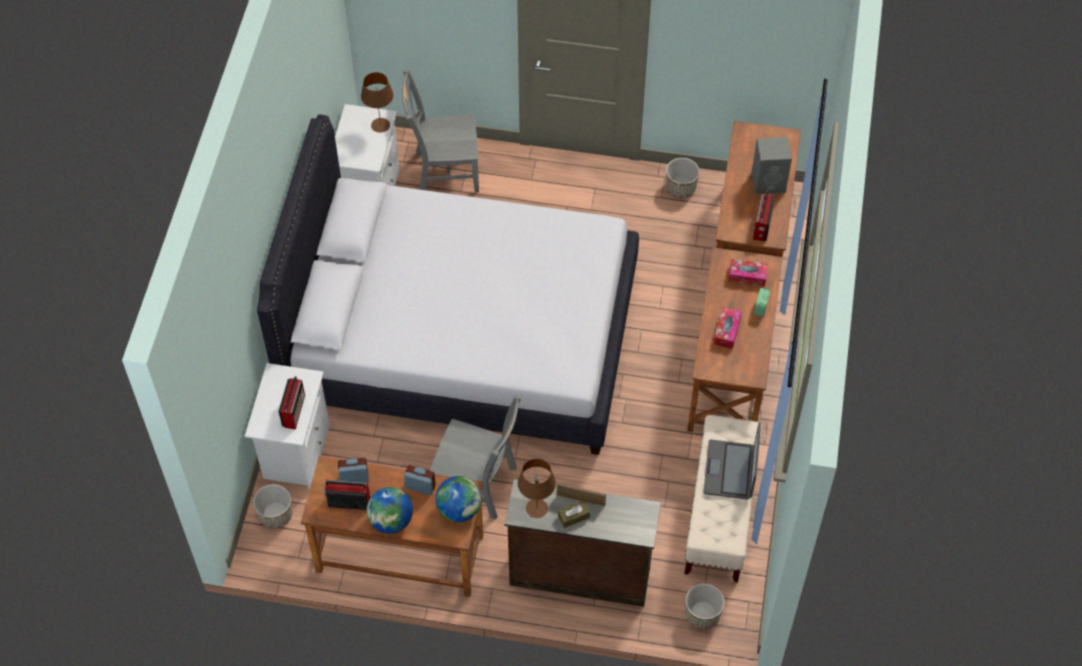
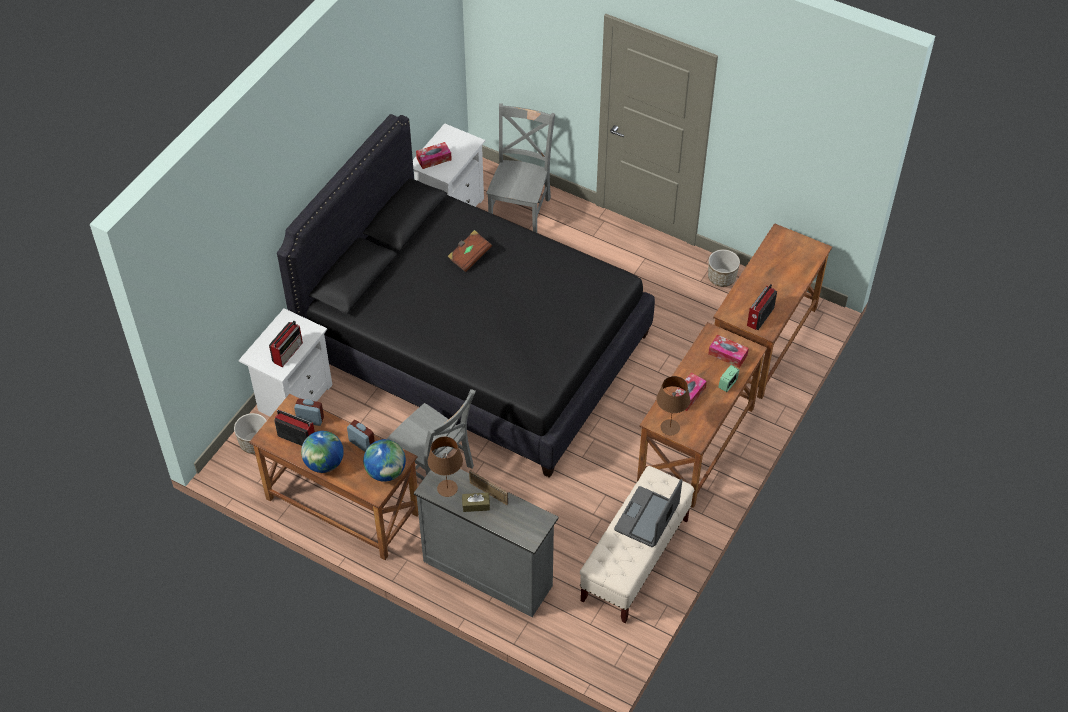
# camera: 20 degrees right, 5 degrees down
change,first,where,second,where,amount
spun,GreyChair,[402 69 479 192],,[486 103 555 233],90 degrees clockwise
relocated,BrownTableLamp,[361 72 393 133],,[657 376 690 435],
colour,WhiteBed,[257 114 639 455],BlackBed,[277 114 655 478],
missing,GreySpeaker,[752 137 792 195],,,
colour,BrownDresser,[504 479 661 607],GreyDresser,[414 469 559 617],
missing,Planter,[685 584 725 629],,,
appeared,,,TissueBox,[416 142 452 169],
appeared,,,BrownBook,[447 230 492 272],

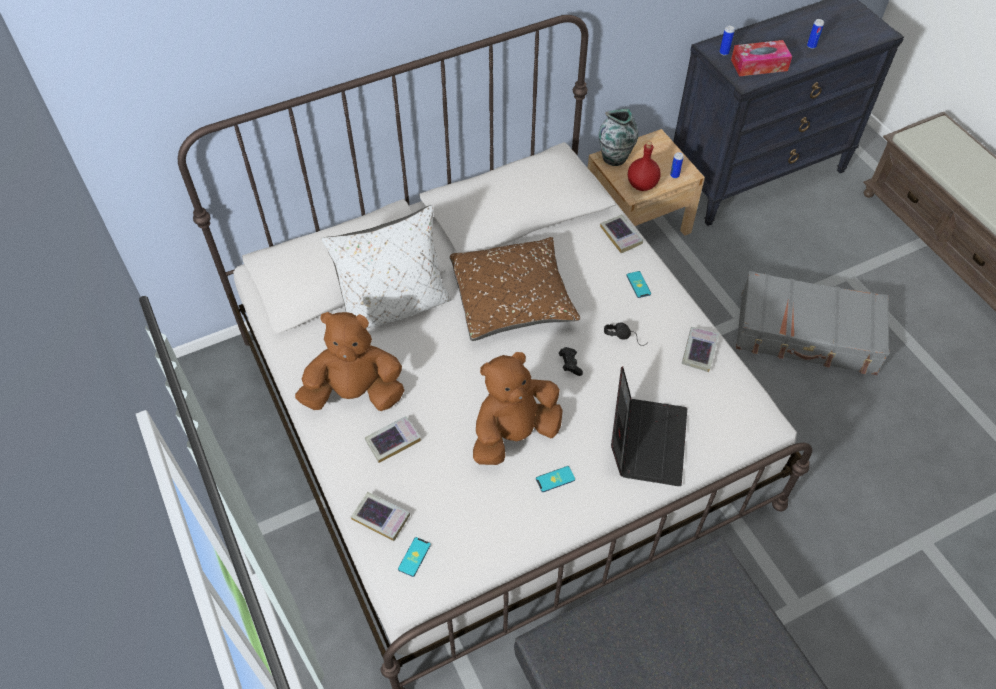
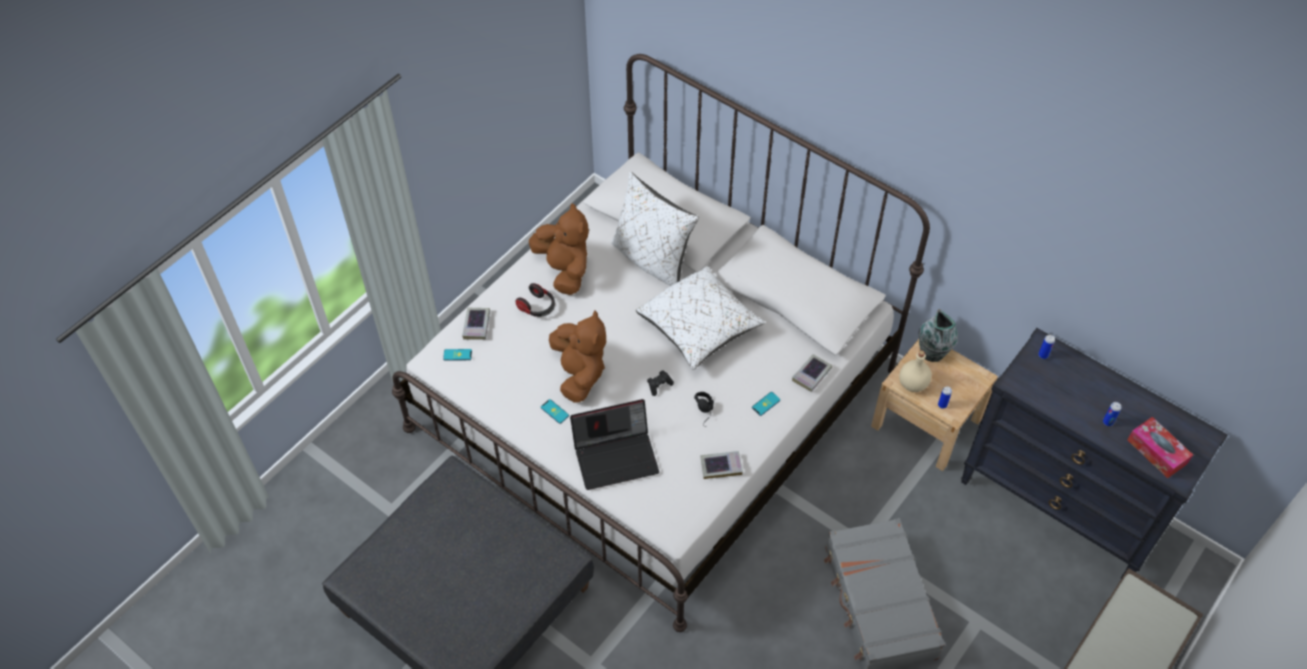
# camera: 65 degrees right, 0 degrees up
change,first,where,second,where,amount
relocated,TissueBox,[731 40 792 77],,[1127 417 1193 478],
colour,RedBottle,[628 141 661 191],BeigeBottle,[899 351 932 392],
colour,BrownPillow,[450 237 580 341],WhitePillow,[636 266 765 370],
spun,BrownPlushToy,[473 352 563 465],,[549 310 606 403],45 degrees clockwise
exchanged,Book,[365 416 421 463],Headphones,[516 283 555 317],

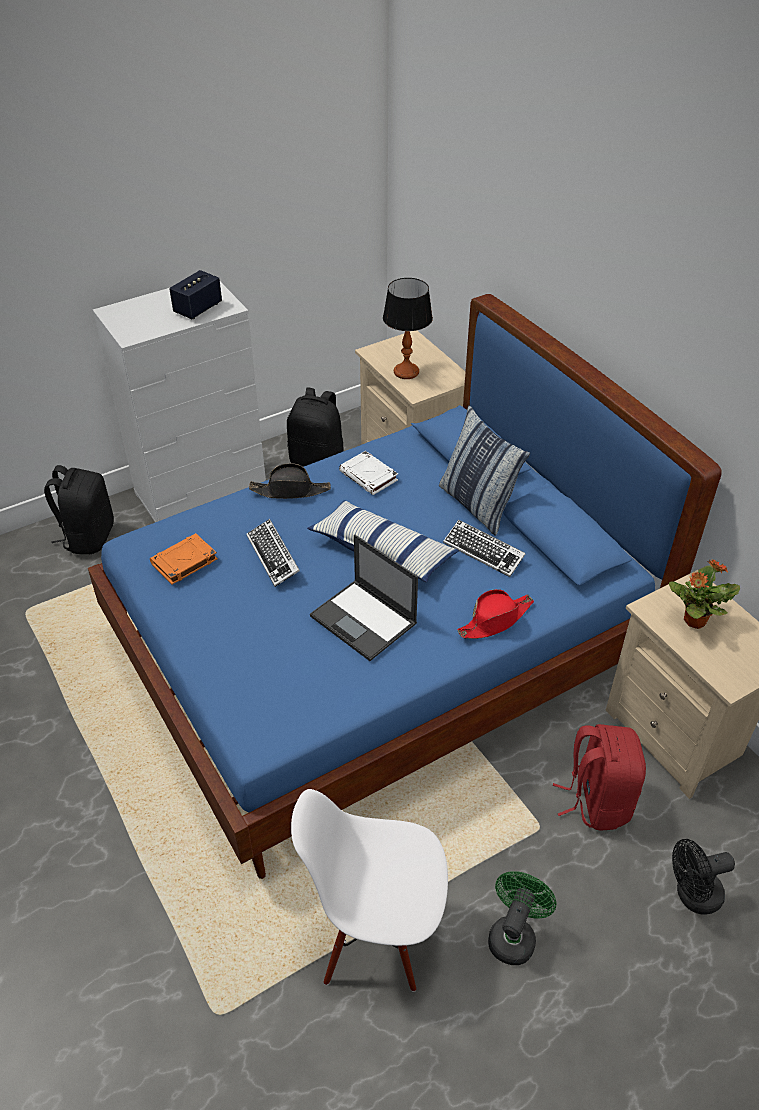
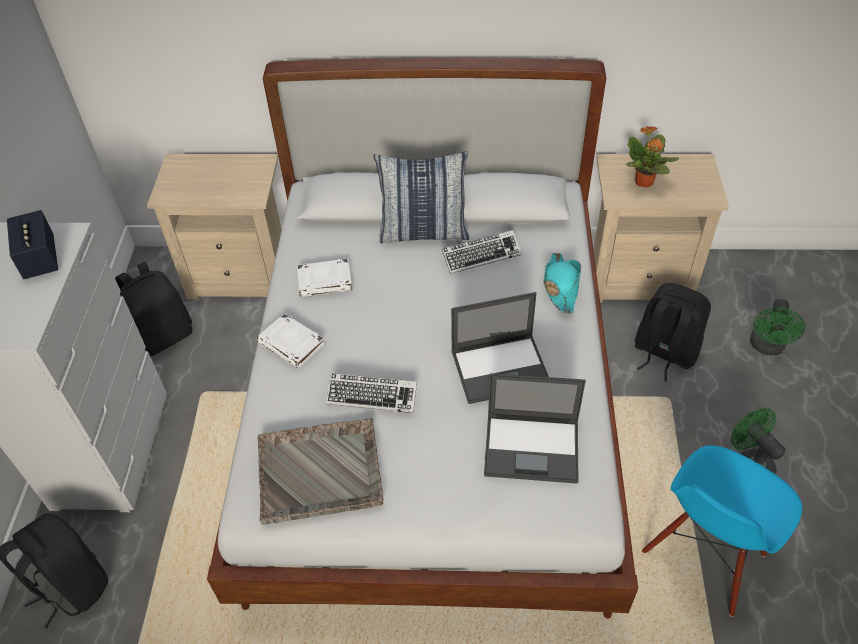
# camera: 55 degrees left, 5 degrees up
change,first,where,second,where,amount
missing,TableLamp,[383 278 433 379],,,
colour,BlueBed,[88 294 721 879],WhiteBed,[207 57 638 619],
exchanged,BlackHat,[249 463 331 499],WhiteBook,[257 313 325 368],
missing,Pillow,[307 500 459 582],,,
exchanged,OrangeBook,[150 533 218 585],GreyTray,[258 418 383 525],
colour,RedHat,[457 589 534 639],TurquoiseHat,[543 253 581 314],
colour,RedBackpack,[553 724 646 830],BlackBackpack,[634 283 711 382],
colour,WhiteChair,[291 789 448 992],BlueChair,[642 445 802 617],
colour,BlackFan,[672 839 735 915],GreenFan,[750 299 805 355],
appeared,,,Laptop,[484 373 586 484],

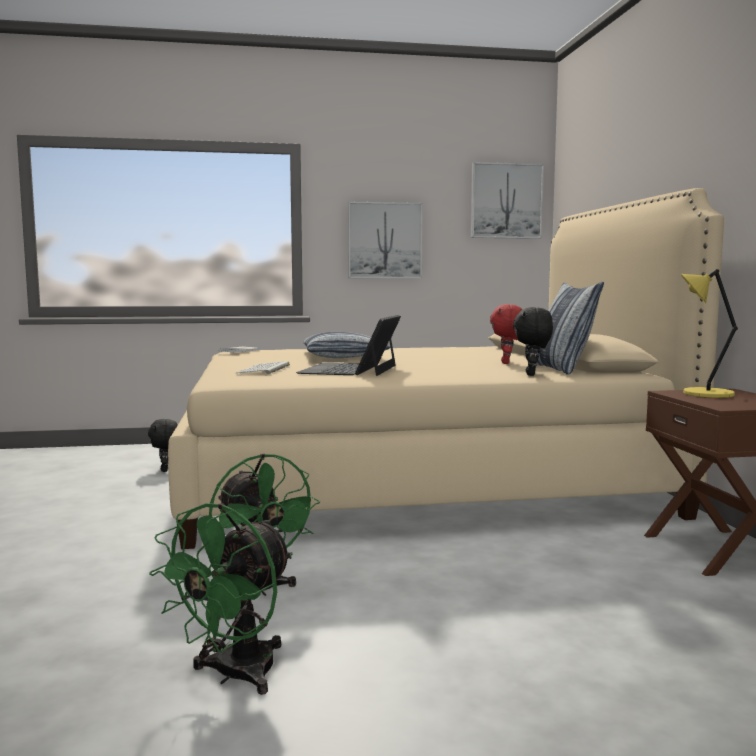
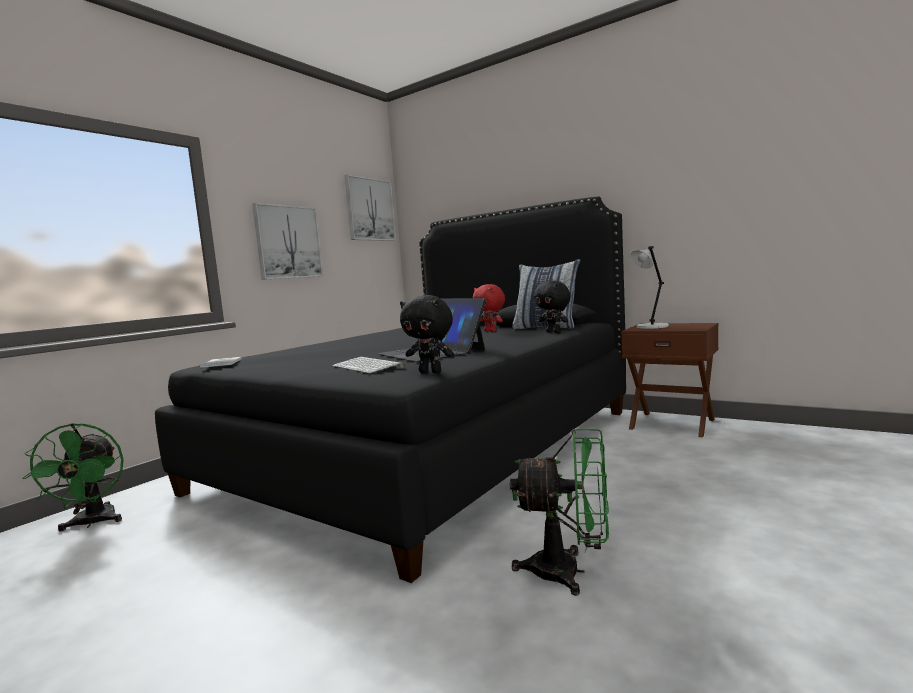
# camera: 45 degrees left, 0 degrees up
change,first,where,second,where,amount
colour,BeigeBed,[168 188 724 549],BlackBed,[155 197 626 583],
colour,YellowTableLamp,[681 269 738 398],GreyTableLamp,[630 246 669 329],
missing,Pillow,[303 332 390 358],,,
relocated,BlackPlushToy,[148 419 178 472],,[400 295 454 373],
relocated,GreenFan,[149 503 293 695],,[22 423 124 531],

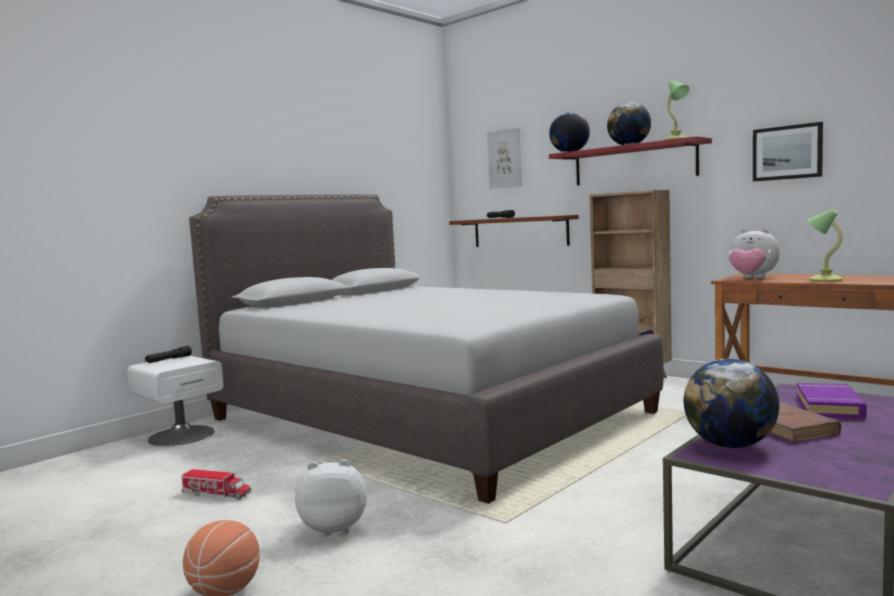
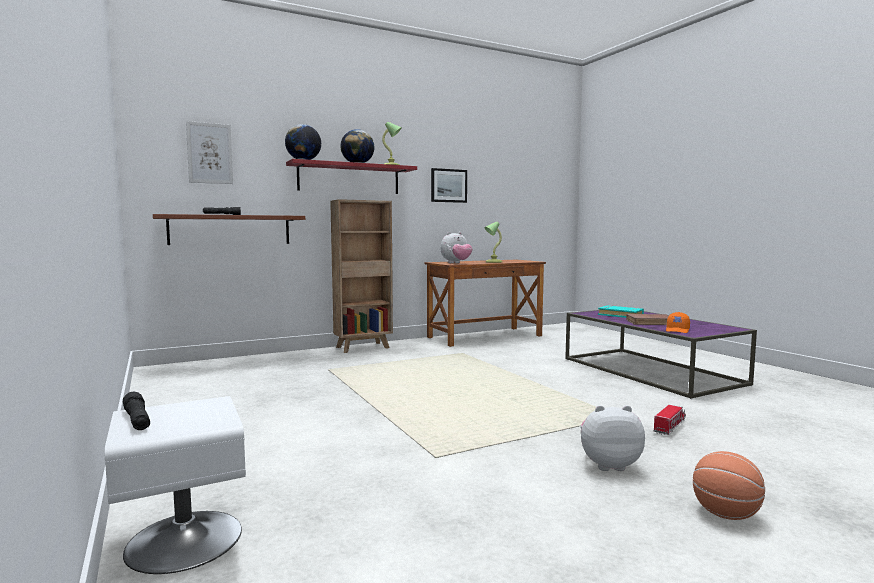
# camera: 70 degrees left, 0 degrees up
change,first,where,second,where,amount
missing,GreyBed,[189 194 663 504],,,
exchanged,Globe,[684 359 779 448],OrangeCap,[666 312 690 333],
colour,PurpleBook,[797 383 867 419],TurquoiseBook,[598 305 644 318],
spun,PlushToy,[295 459 367 537],,[580 405 645 471],75 degrees clockwise
relocated,ToyTruck,[182 469 251 500],,[654 405 686 435],

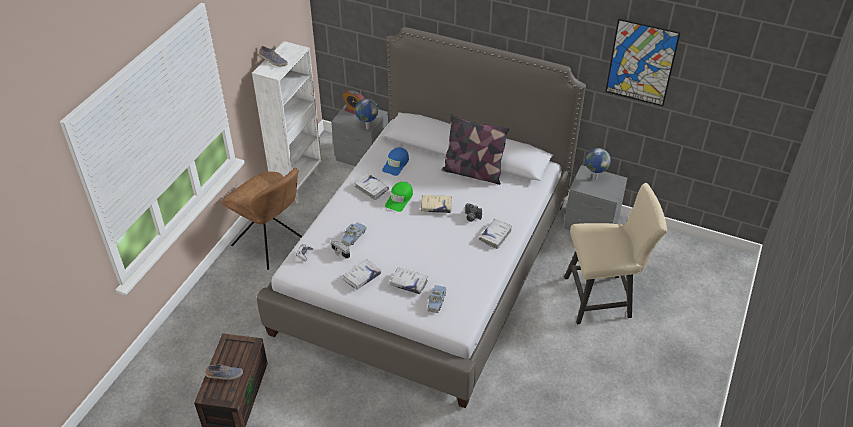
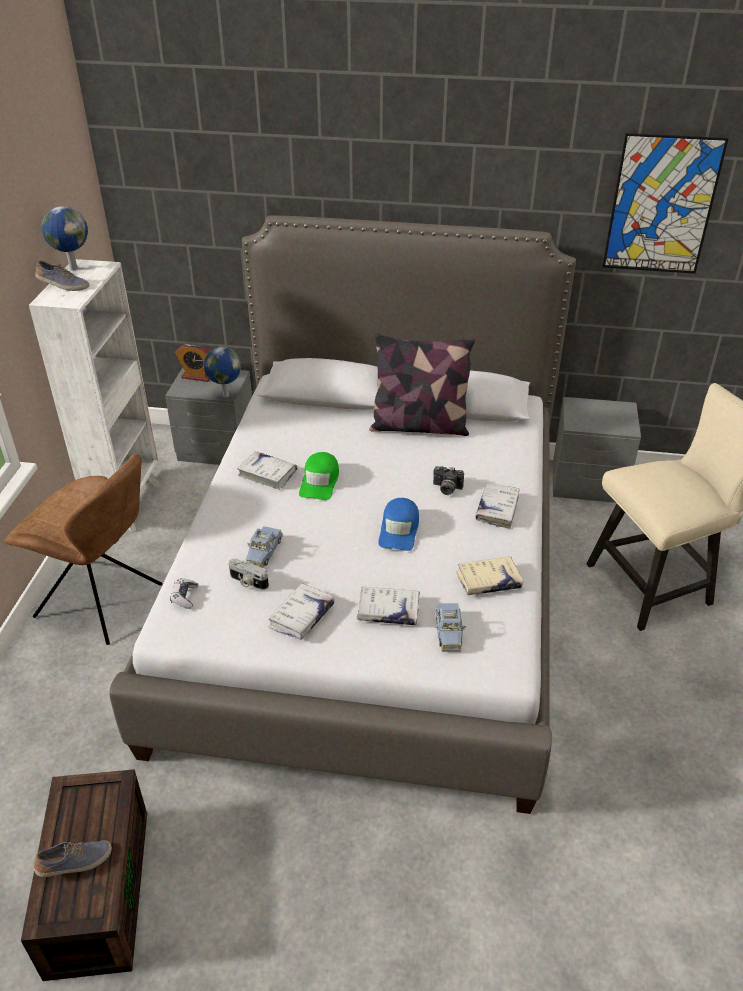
# camera: 15 degrees left, 5 degrees down
change,first,where,second,where,amount
relocated,BlueCap,[382 148 409 176],,[378 498 419 551],
relocated,Globe,[585 148 611 180],,[41 206 88 271],
relocated,BeigeBook,[421 195 452 213],,[456 557 523 595],

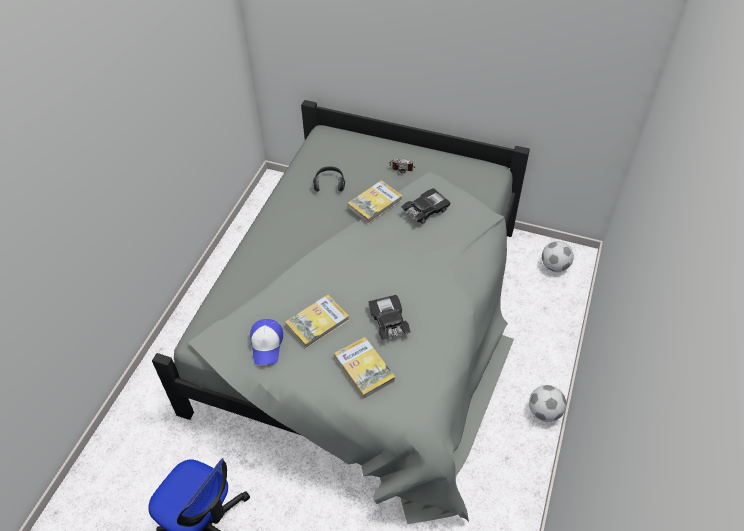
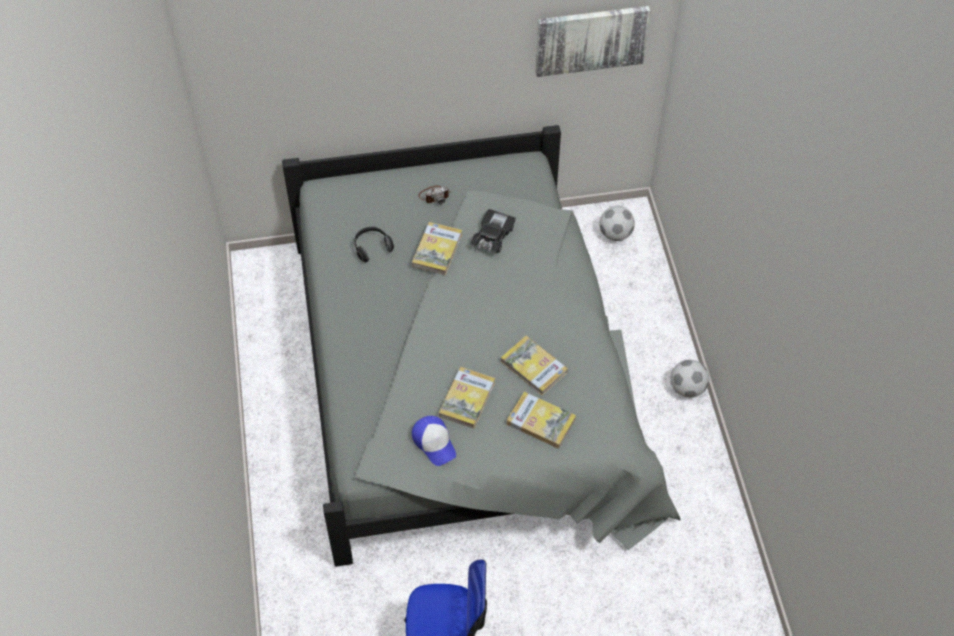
# camera: 30 degrees left, 5 degrees up
change,first,where,second,where,amount
exchanged,BlackToyCar,[368 295 411 340],Book,[501 336 568 395],
appeared,,,Picture,[536 6 651 77],

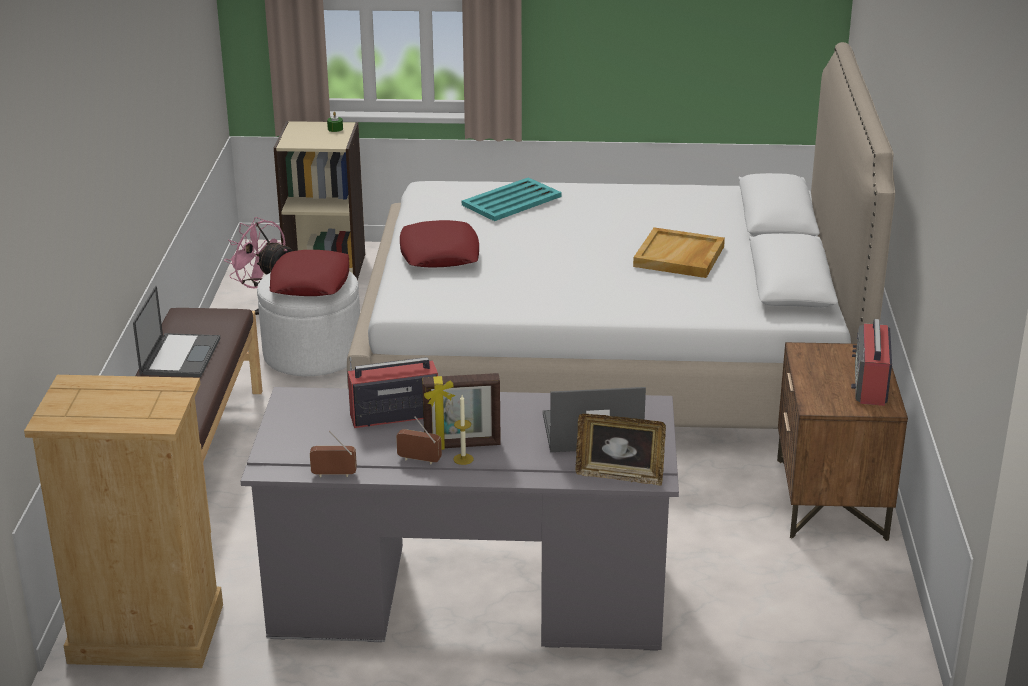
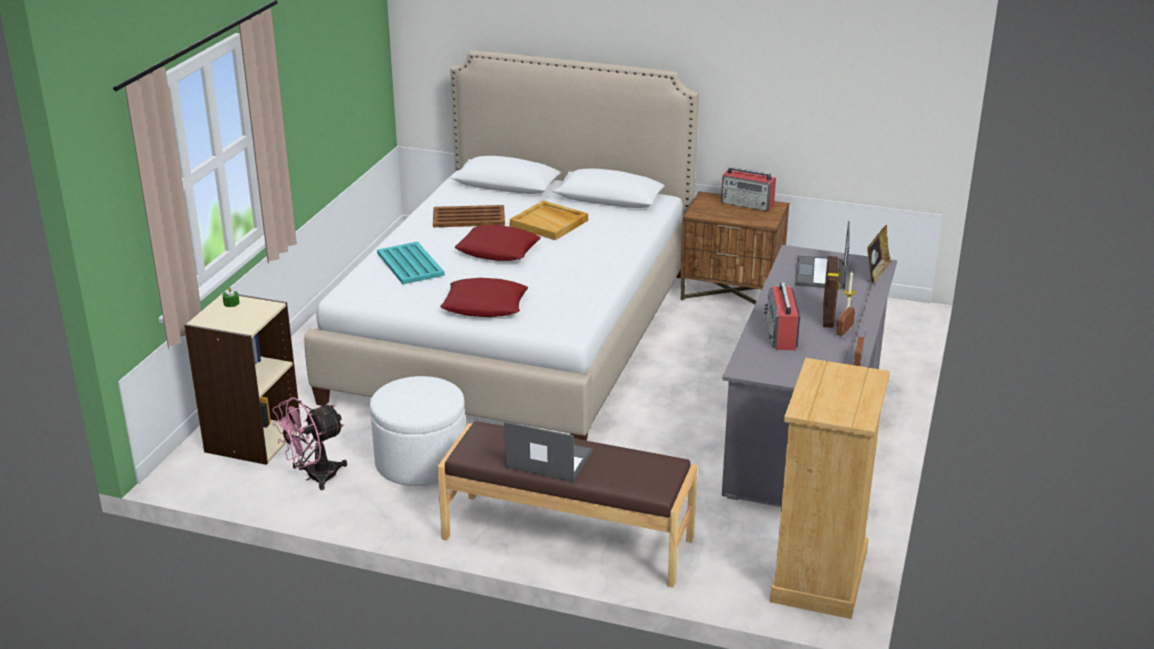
# camera: 75 degrees left, 0 degrees up
change,first,where,second,where,amount
relocated,RedPillow,[270 250 349 296],,[455 225 541 261],
appeared,,,BrownTray,[433 205 505 227],

